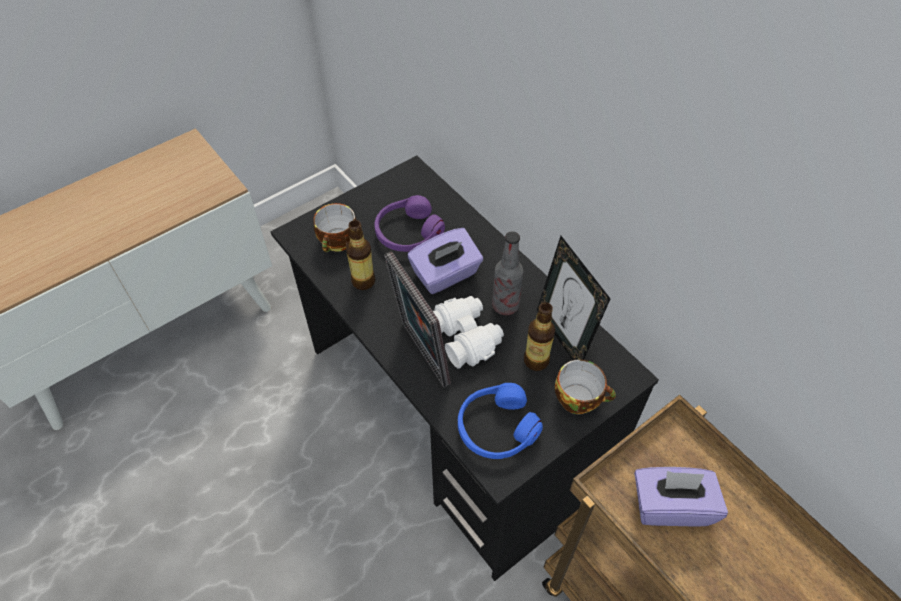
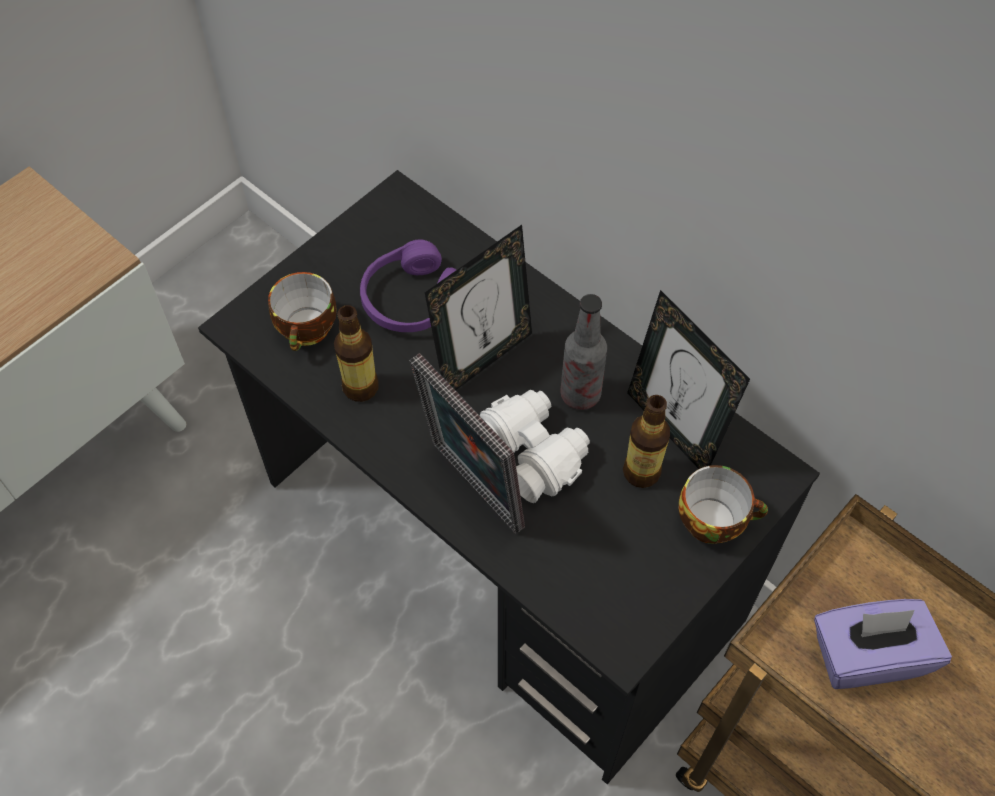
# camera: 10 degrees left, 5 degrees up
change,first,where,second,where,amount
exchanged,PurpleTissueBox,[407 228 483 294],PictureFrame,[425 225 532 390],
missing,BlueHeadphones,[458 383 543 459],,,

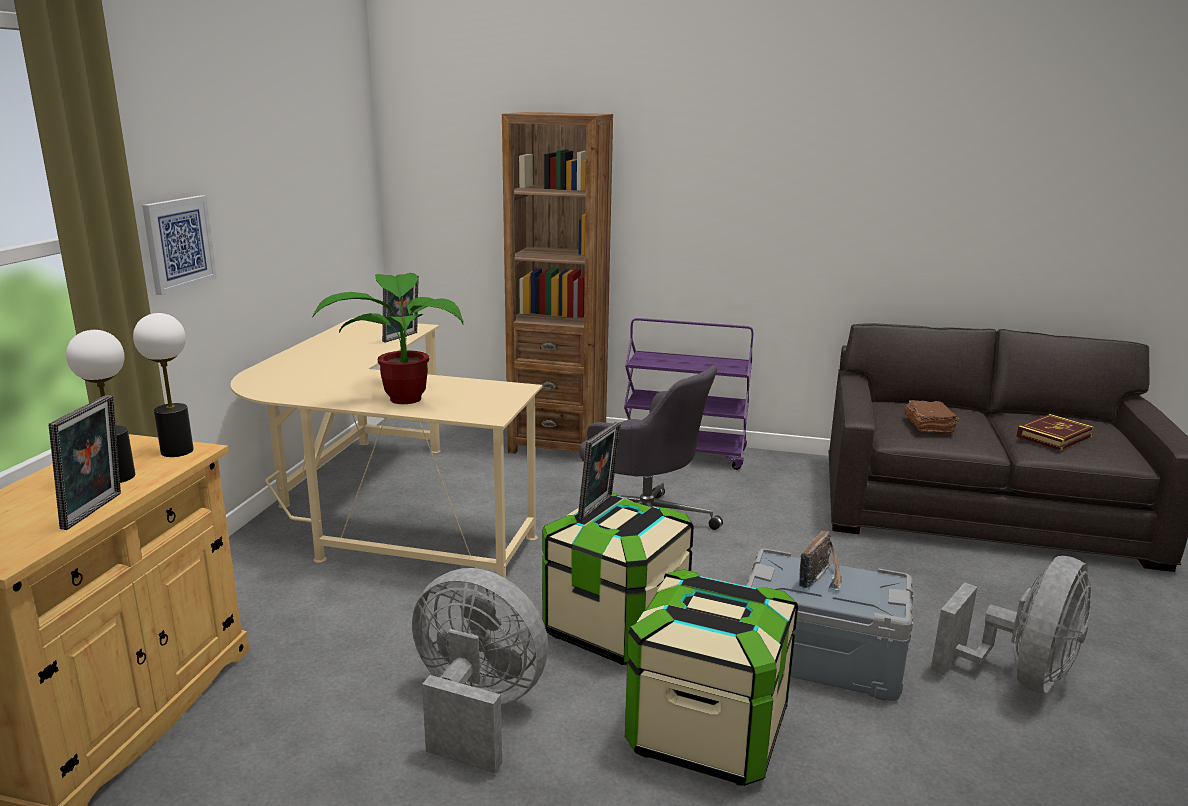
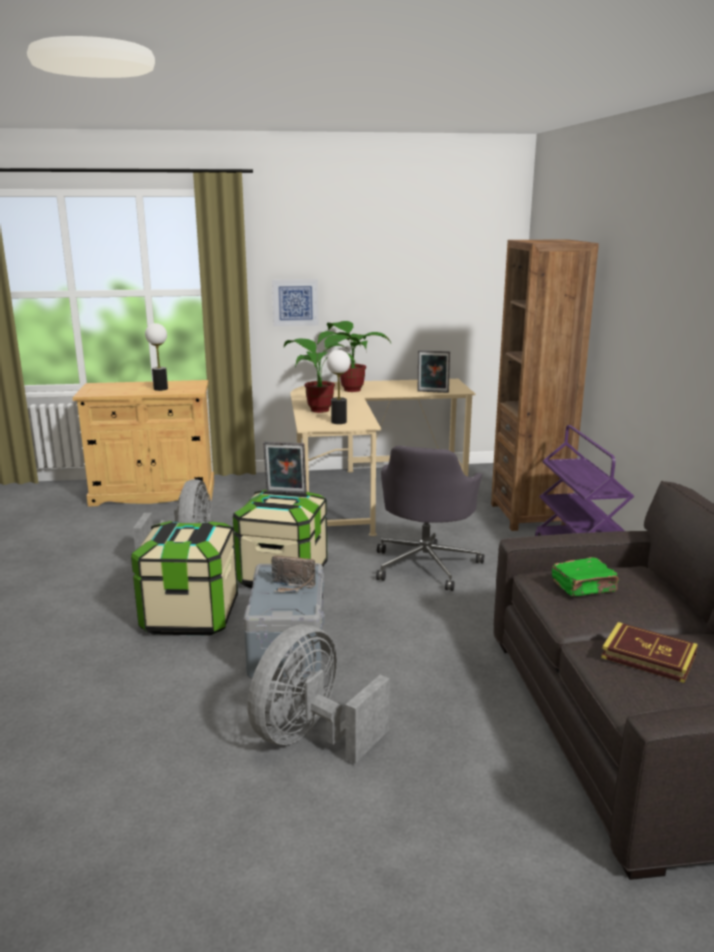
# camera: 70 degrees right, 0 degrees up
change,first,where,second,where,amount
relocated,TableLamp,[133 313 194 457],,[327 350 350 424],
missing,PictureFrame,[49 395 121 530],,,
colour,BrownBook,[905 400 959 434],GreenBook,[552 557 619 596],
spun,GreyFan,[931 556 1092 694],,[248 625 390 763],105 degrees clockwise
appeared,,,PottedPlant,[317 321 391 392],

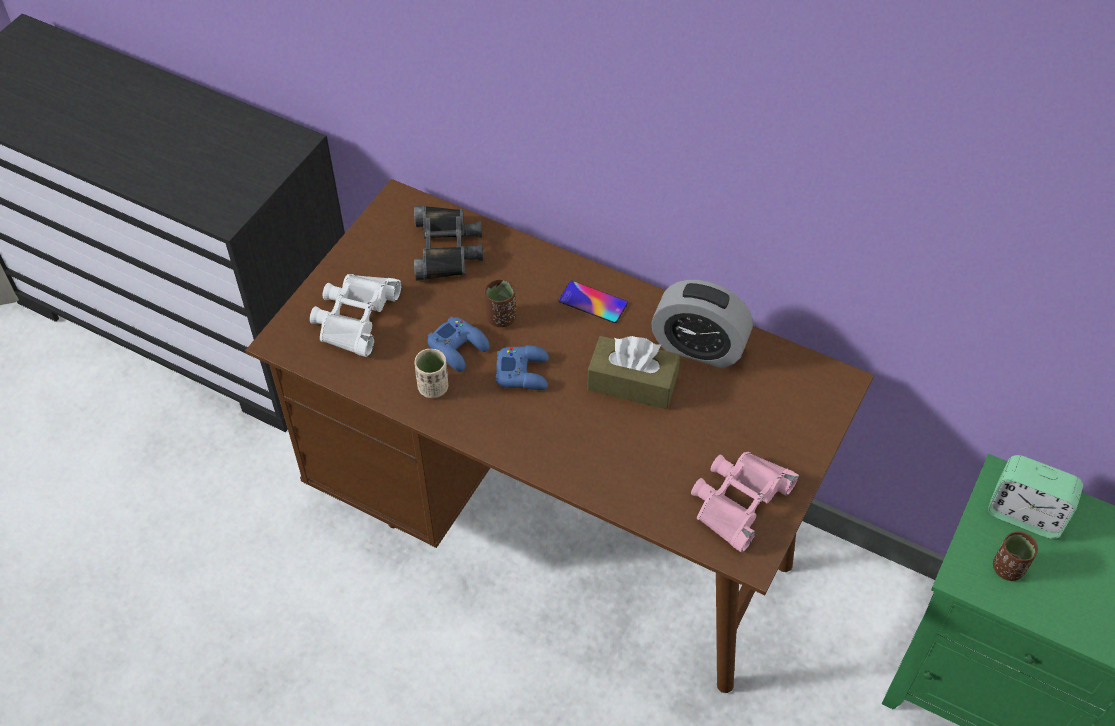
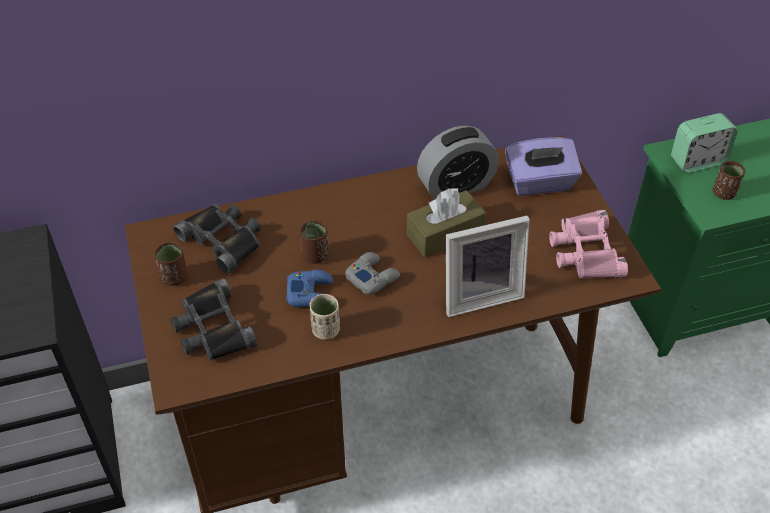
# camera: 45 degrees left, 5 degrees down
change,first,where,second,where,amount
colour,WhiteBinoculars,[310 274 402 357],BlackBinoculars,[170 278 257 361],
missing,Phone,[559 281 628 323],,,
colour,BlueGameController,[496 345 549 390],GreyGameController,[345 252 400 295],
appeared,,,PurpleTissueBox,[505 137 582 196],
appeared,,,PictureFrame,[446 216 530 317],
appeared,,,BrownCup,[154 242 188 286],

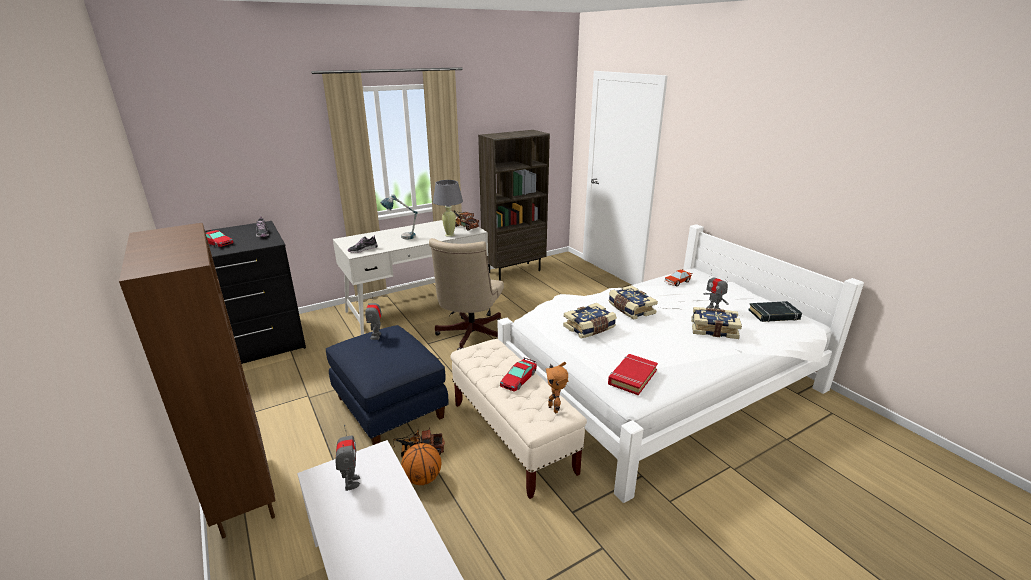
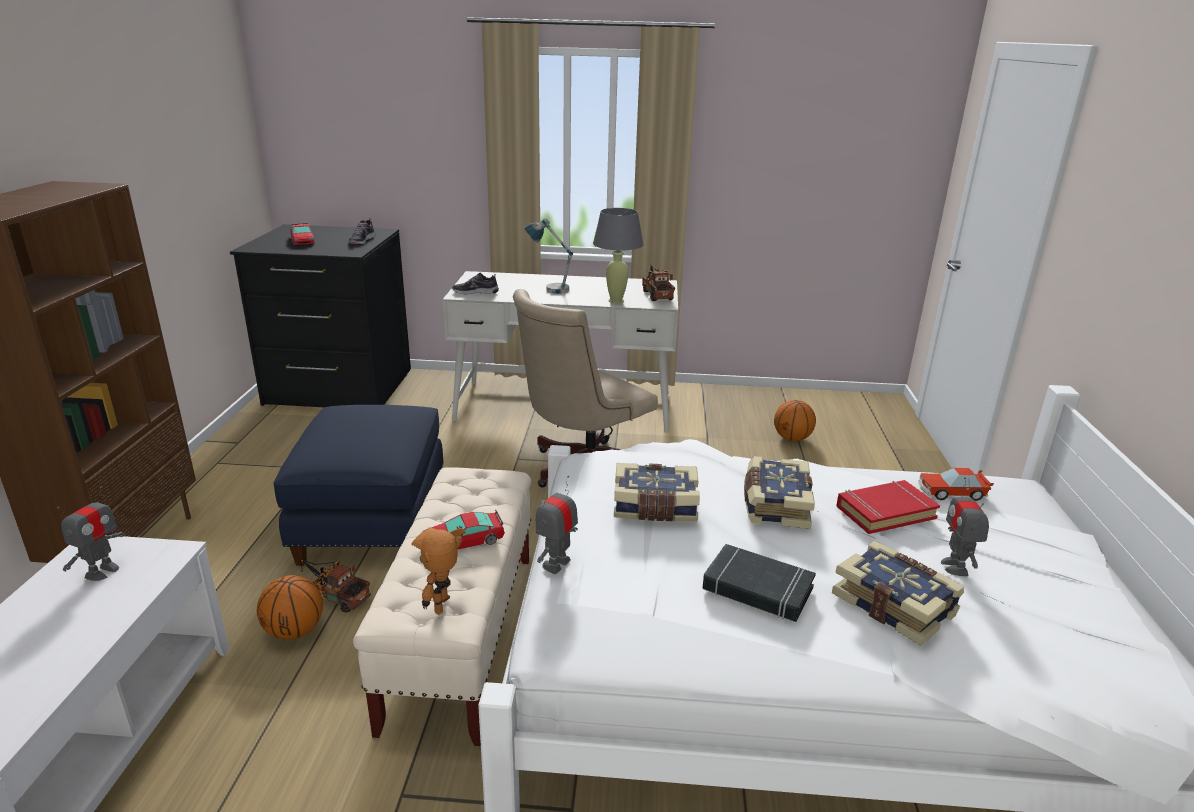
# camera: 35 degrees right, 0 degrees up
change,first,where,second,where,amount
missing,BrownBookcase,[478 130 550 281],,,
relocated,ToyRobot,[365 294 382 340],,[536 476 578 574],
relocated,BlackBook,[748 301 802 322],,[702 544 816 622],
relocated,RedBook,[608 354 658 395],,[836 480 940 534],
appeared,,,Basketball,[774 400 816 441],

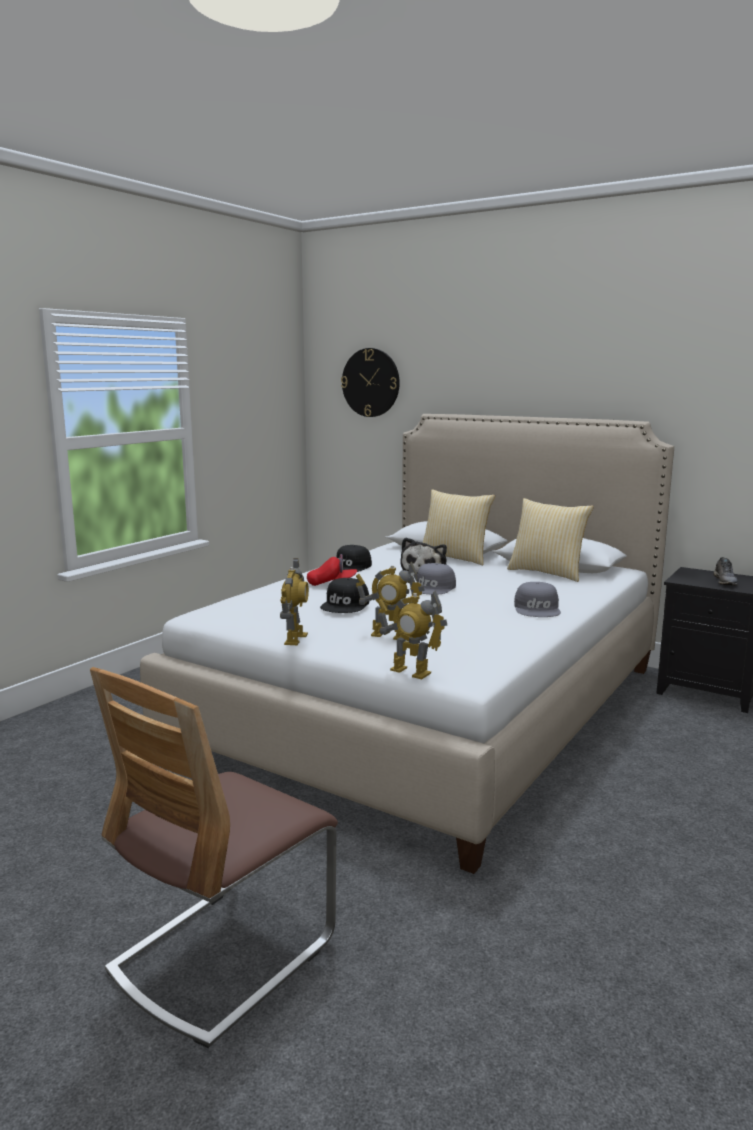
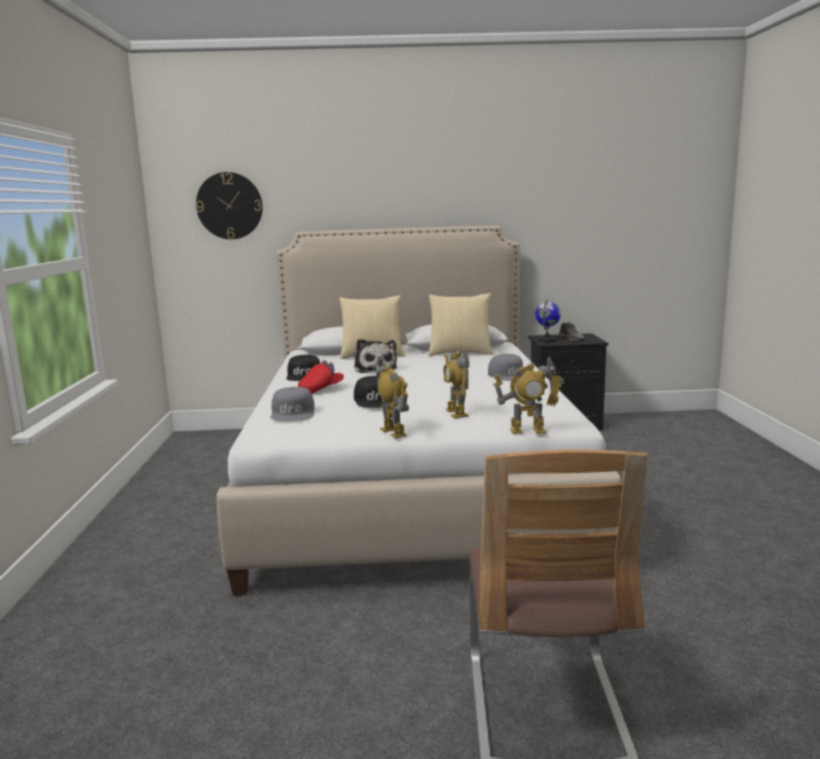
# camera: 35 degrees left, 0 degrees up
change,first,where,second,where,amount
spun,ToyRobot,[356 562 425 640],,[443 349 469 418],90 degrees clockwise
relocated,GreyCap,[410 563 456 594],,[271 387 315 422],
appeared,,,Globe,[535 299 561 342],

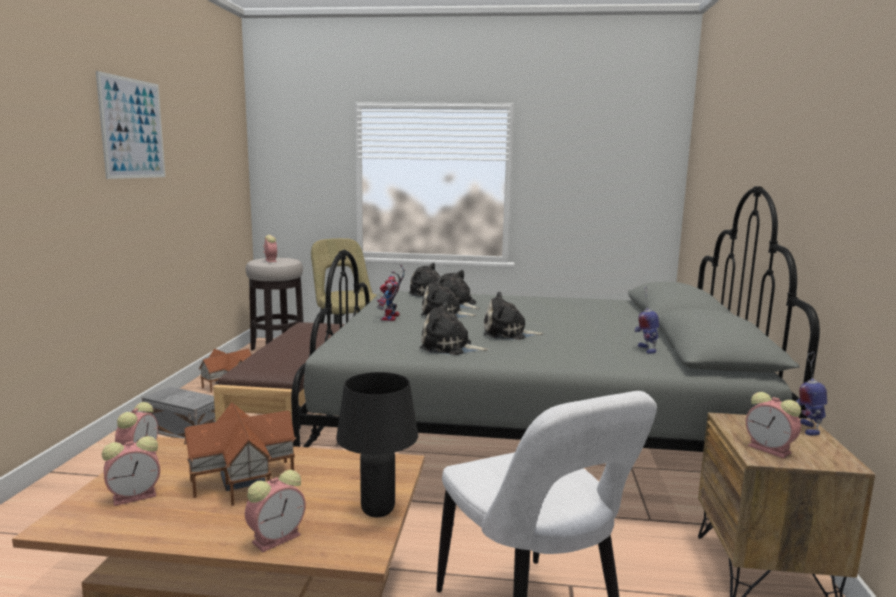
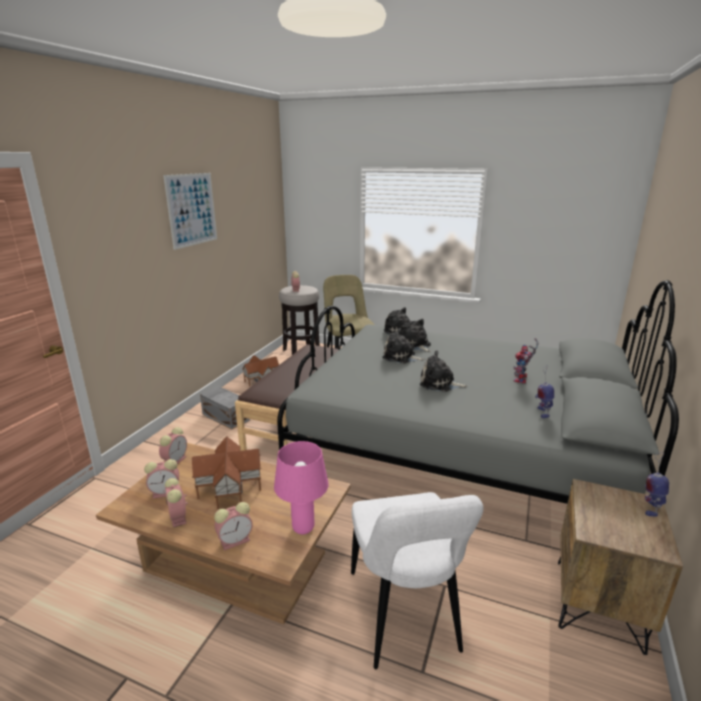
# camera: 15 degrees right, 10 degrees up
change,first,where,second,where,amount
relocated,ToyRobot,[377 264 405 321],,[513 338 538 383],
missing,PlushToy,[420 301 489 355],,,
colour,BlackTableLamp,[336 372 418 517],PinkTableLamp,[274 441 329 534],
relocated,AlarmClock,[746 392 801 458],,[165 478 188 527],

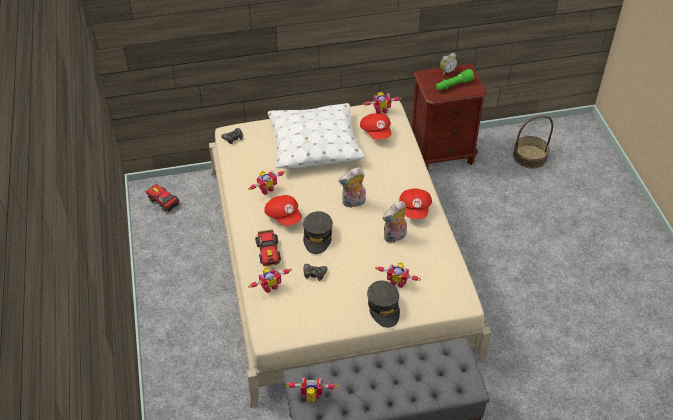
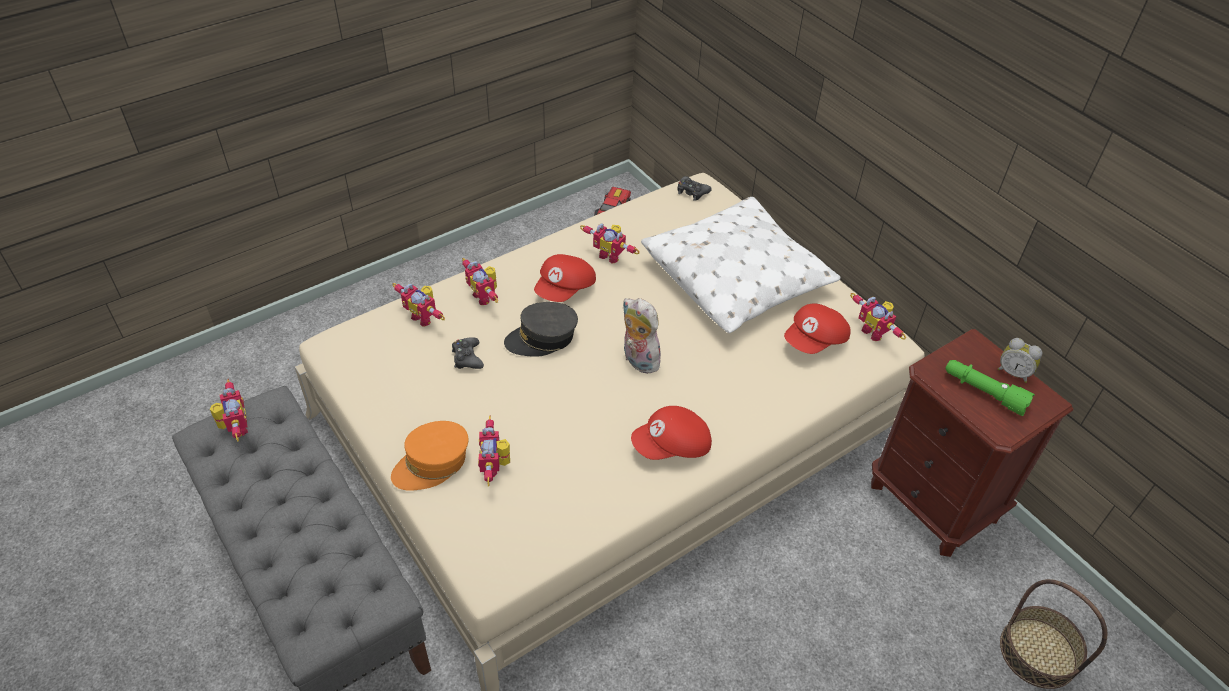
# camera: 65 degrees right, 0 degrees up
change,first,where,second,where,amount
missing,PlushToy,[383 201 407 243],,,
exchanged,ToyCar,[255 229 281 266],ToyRobot,[462 258 498 305],
colour,GreyCap,[367 280 400 328],OrangeCap,[391 421 468 491],

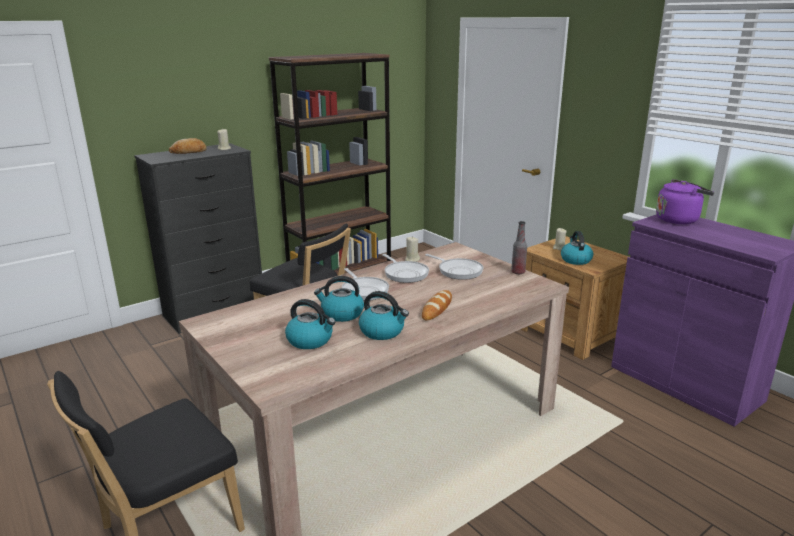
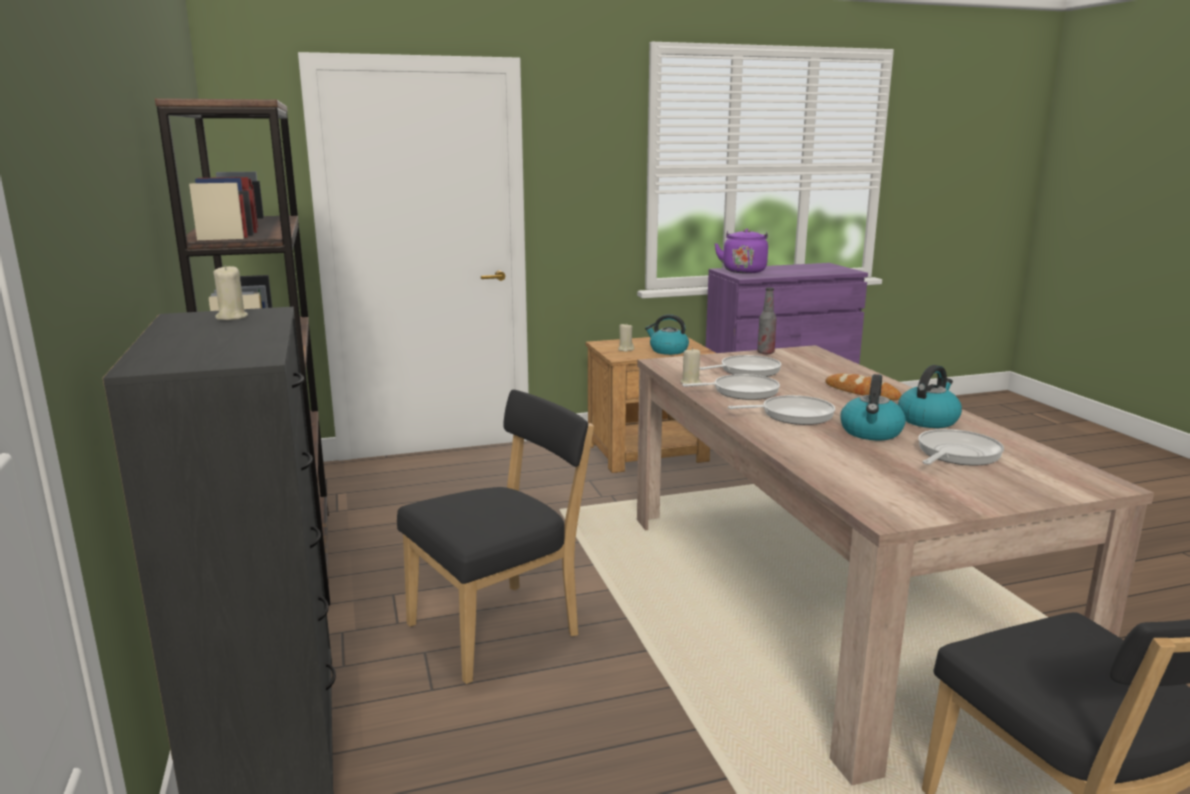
# camera: 70 degrees left, 5 degrees down
change,first,where,second,where,amount
missing,Bread,[169 138 207 154],,,
exchanged,Kettle,[285 299 336 349],FryingPan,[918 429 1004 466],

